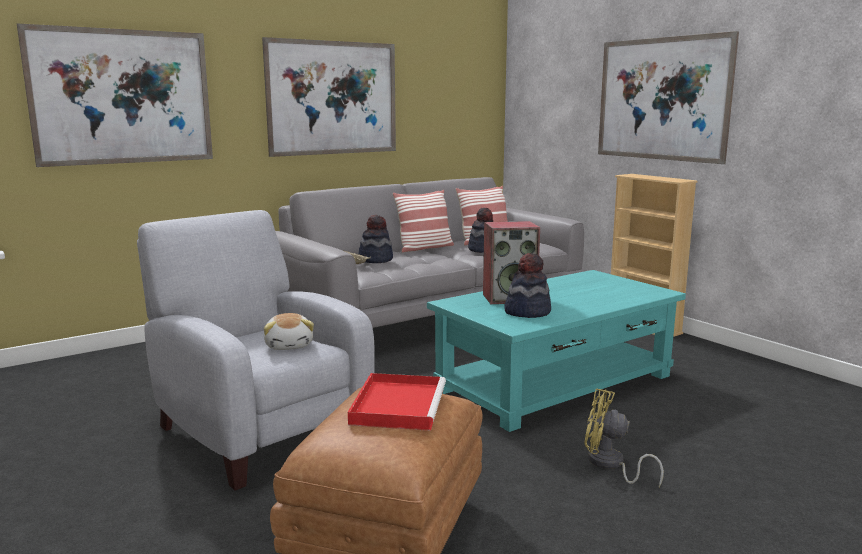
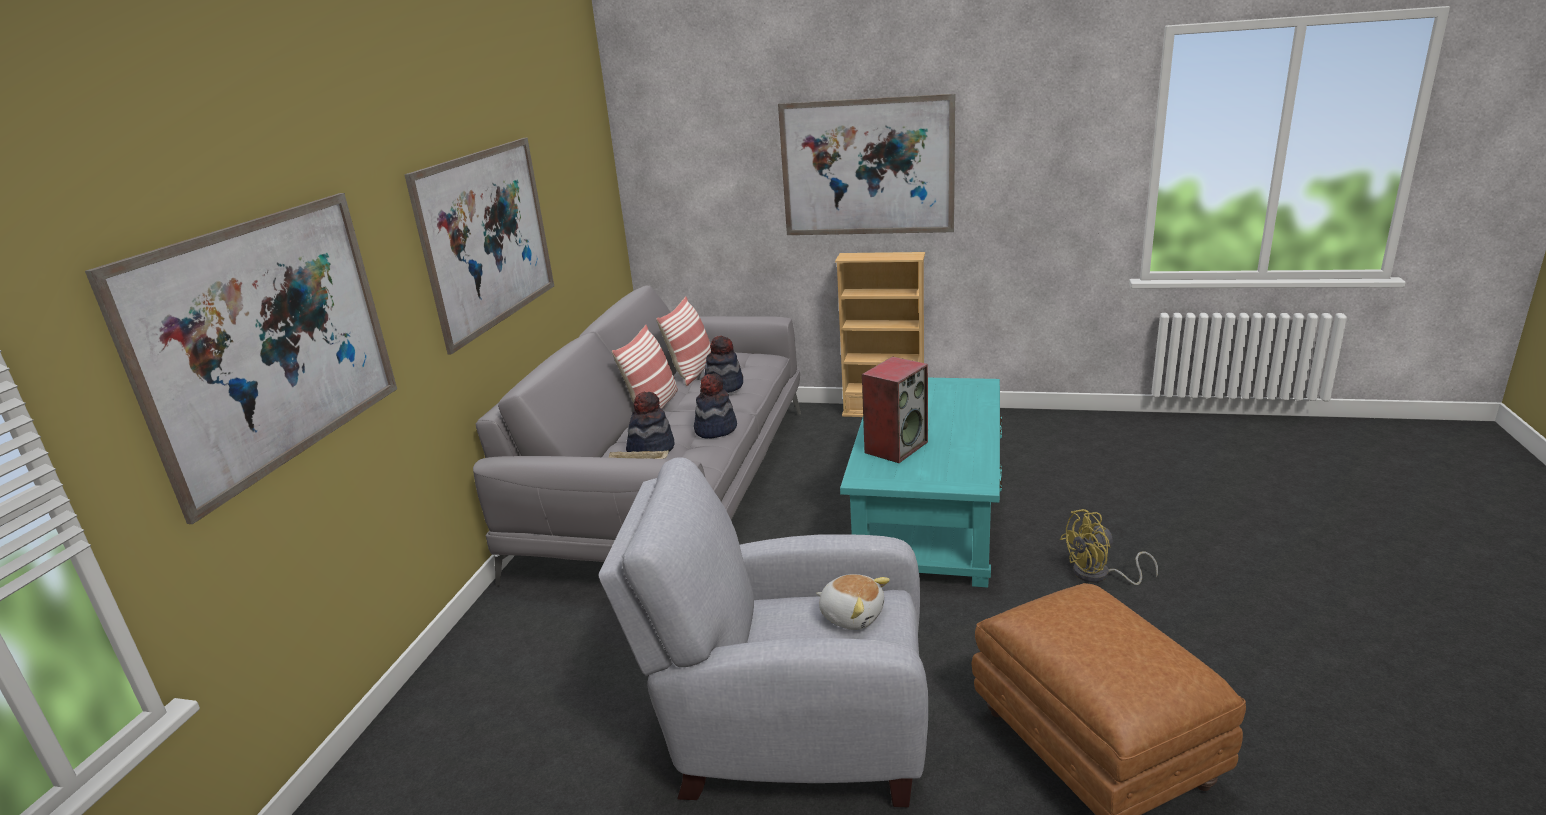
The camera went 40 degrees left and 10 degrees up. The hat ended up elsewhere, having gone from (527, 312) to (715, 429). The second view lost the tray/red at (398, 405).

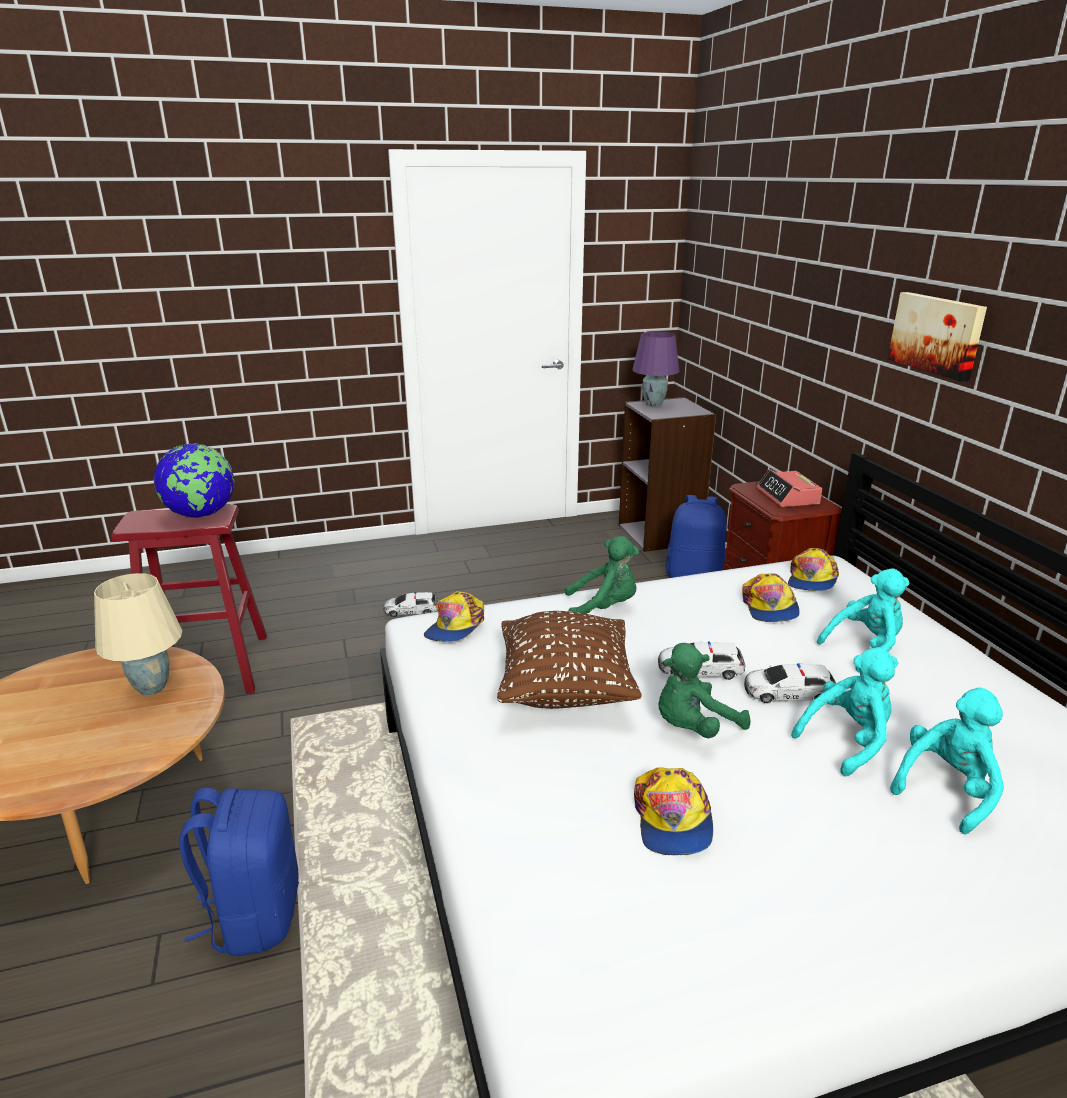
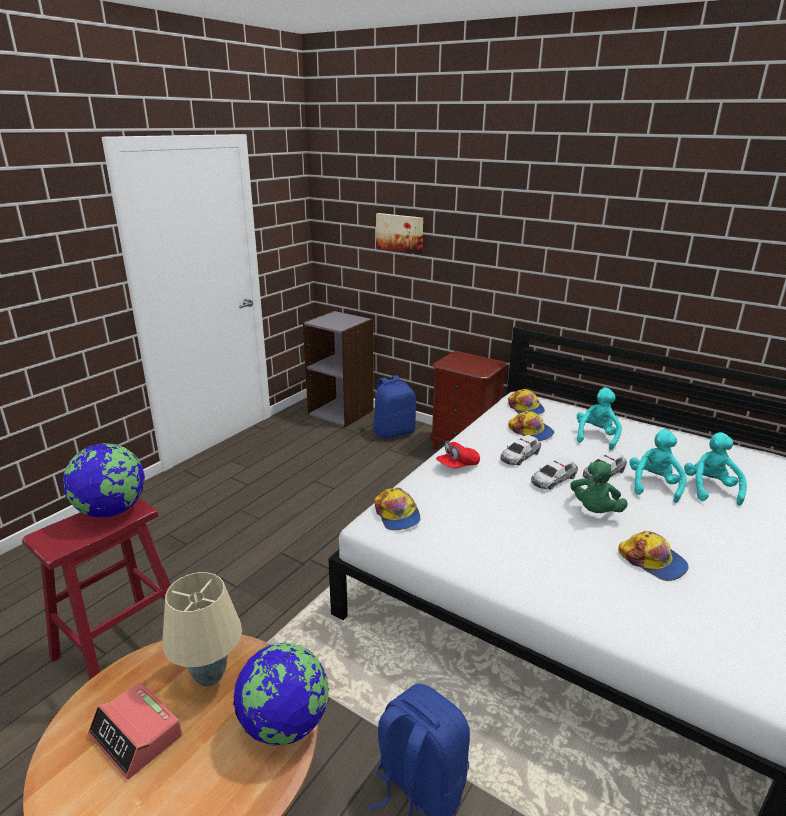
The camera went 40 degrees left and 0 degrees up. The picture ended up elsewhere, having gone from (937, 334) to (400, 233). The second view lost the table lamp/purple at (653, 404). The alarm clock ended up elsewhere, having gone from (788, 497) to (136, 736). Where the plush toy/green stood at (604, 608), the cap/red came to stand at (457, 465). The toy car ended up elsewhere, having gone from (411, 610) to (520, 456). The second view lost the pillow/brown at (565, 689). The second view gained the globe at (285, 724).

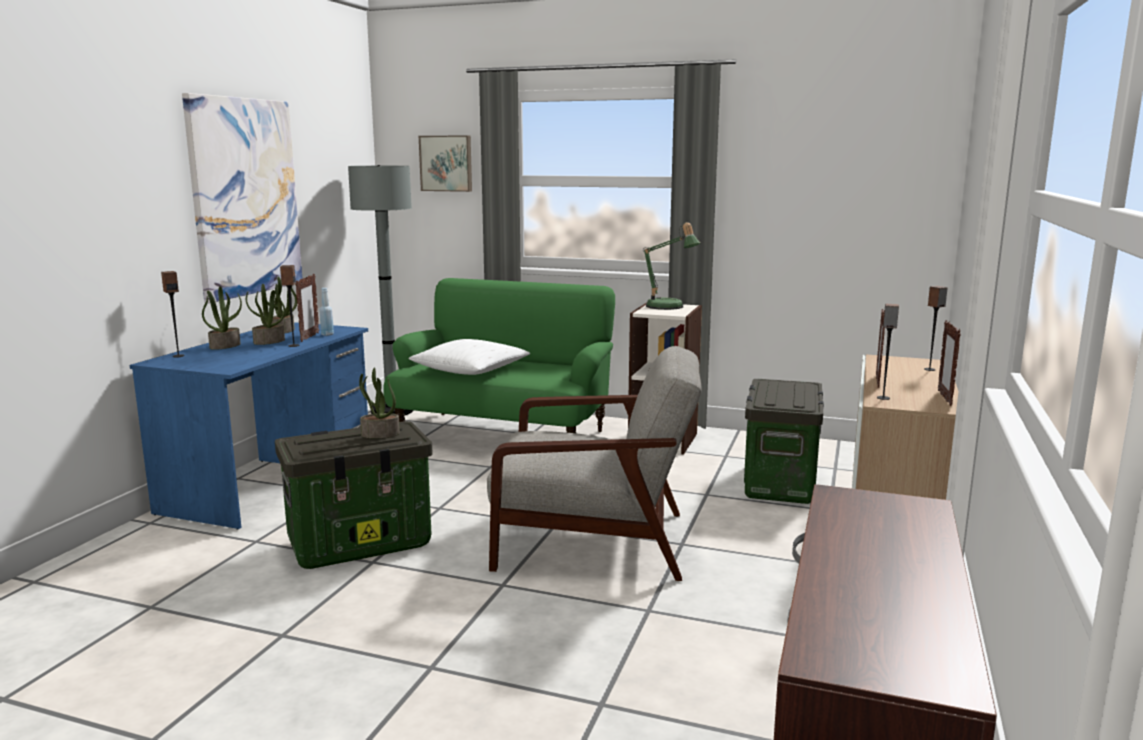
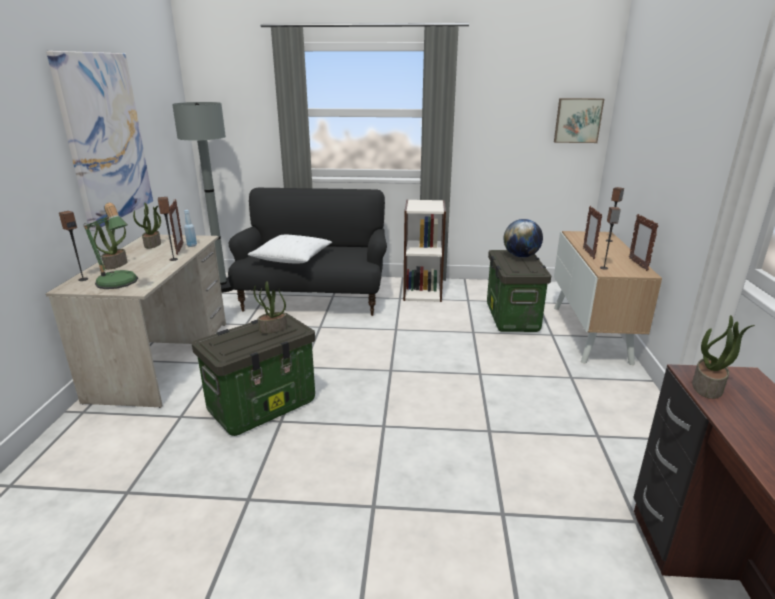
The camera went 15 degrees left and 10 degrees up. The picture ended up elsewhere, having gone from (446, 163) to (577, 120). The table lamp ended up elsewhere, having gone from (668, 307) to (119, 284). What was the sofa/green at (503, 434) turned into the sofa/black at (314, 298). The potted plant ended up elsewhere, having gone from (269, 342) to (708, 387). What was the desk/blue at (271, 481) turned into the desk/beige at (163, 359). The second view lost the armchair/grey at (595, 541). The second view gained the globe at (521, 256).

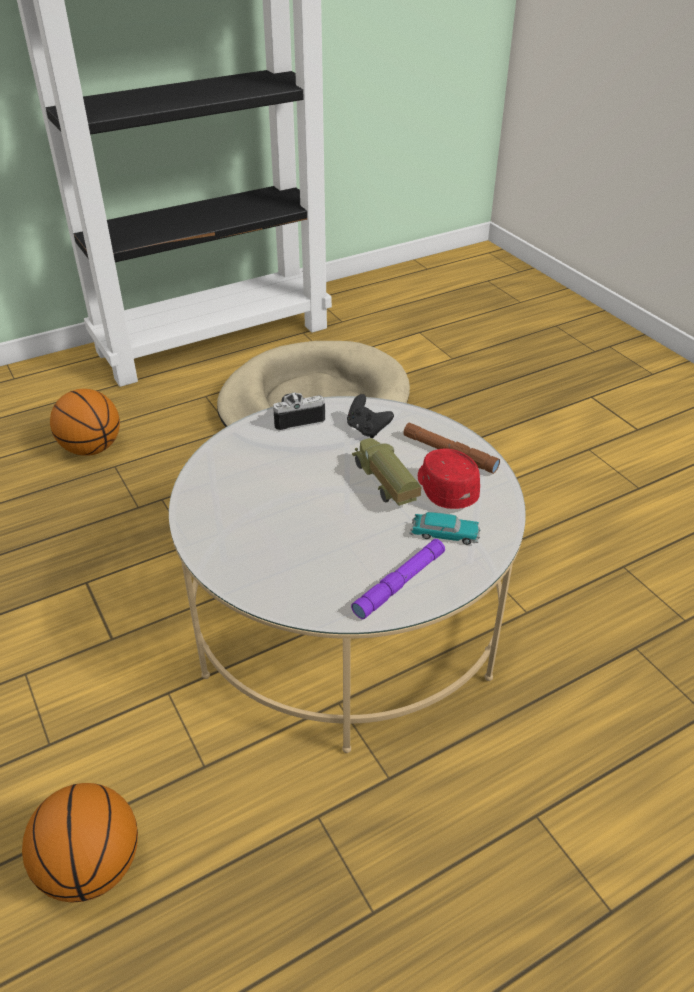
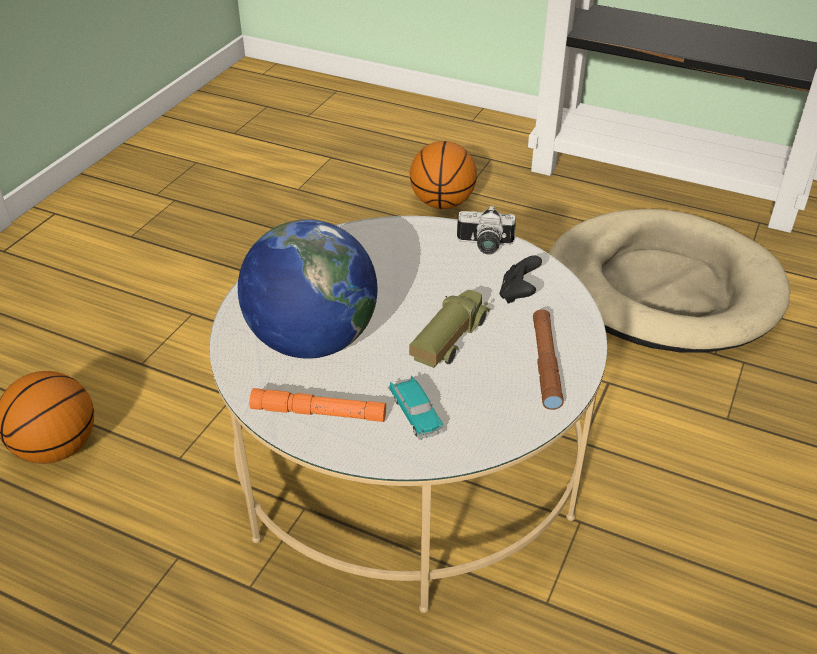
The camera went 55 degrees right and 0 degrees up. The photo camera at (297, 418) ended up facing another way, 150 degrees clockwise from before. The second view lost the cap/red at (445, 488). What was the flashlight/purple at (399, 583) turned into the flashlight/orange at (318, 412). The second view gained the globe at (312, 341).

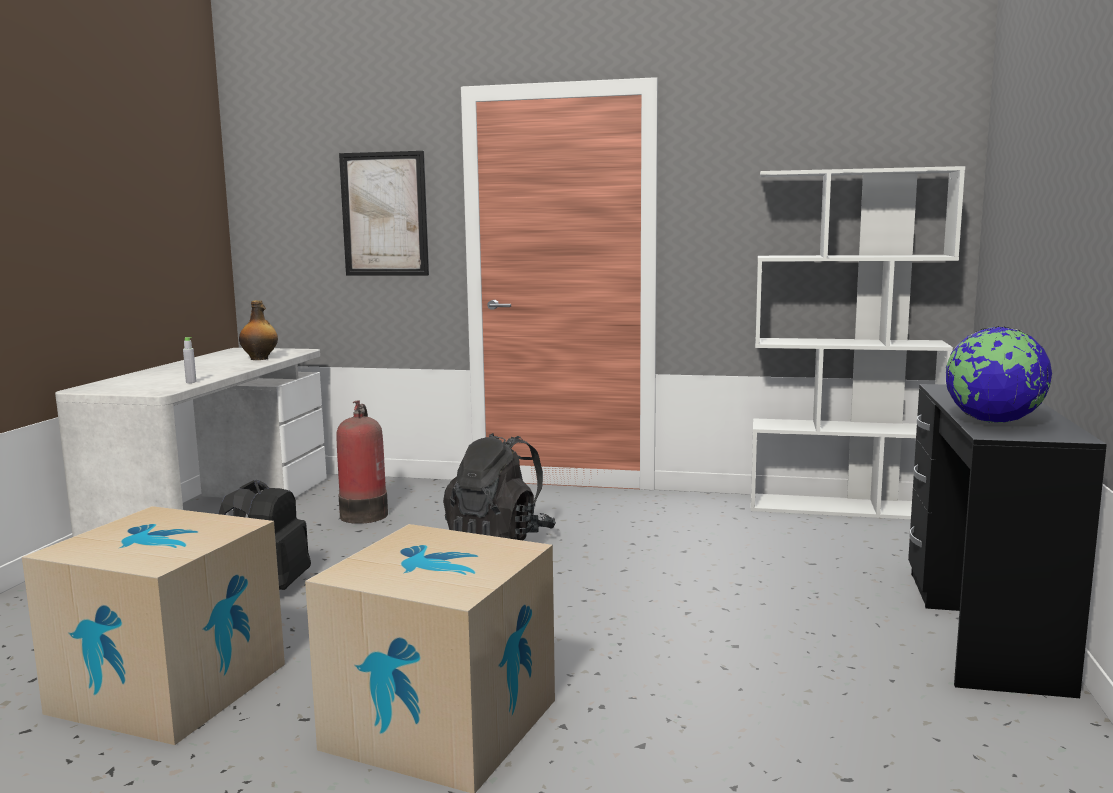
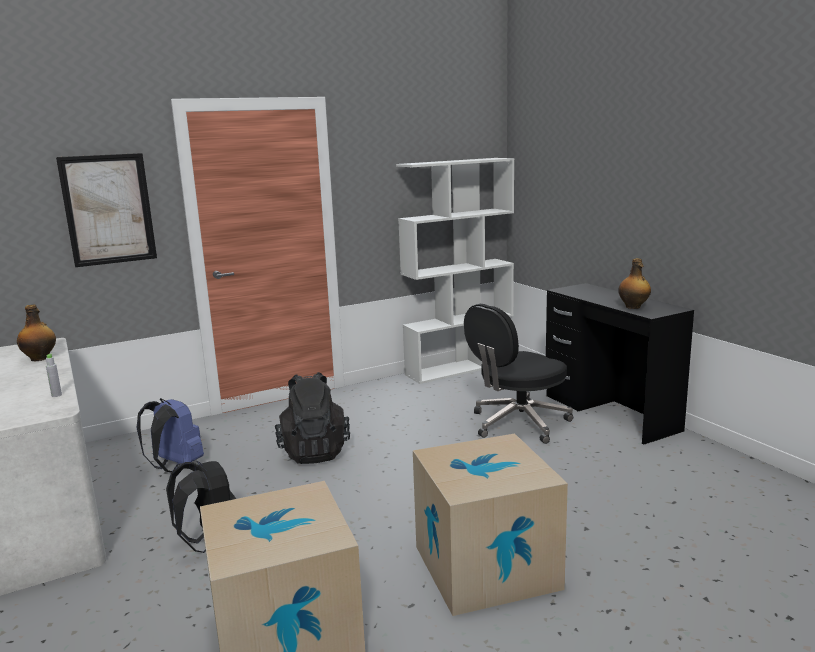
The camera went 40 degrees left and 5 degrees up. Where the globe stood at (993, 422), the bottle came to stand at (633, 307). Where the fire extinguisher stood at (364, 514), the backpack/blue came to stand at (175, 466). The second view gained the office chair/black at (518, 423).

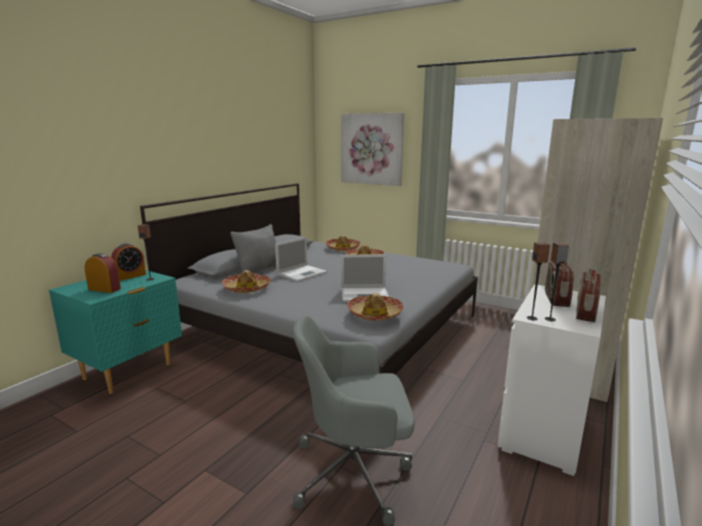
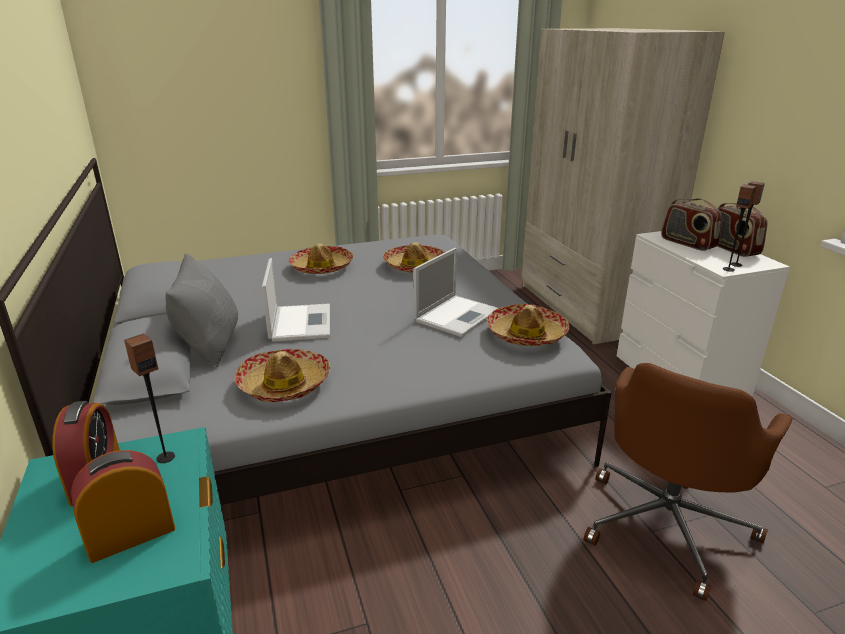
The camera went 50 degrees left and 10 degrees up. The second view lost the picture at (371, 149). The hat ended up elsewhere, having gone from (342, 248) to (414, 266). What was the office chair/grey at (354, 472) turned into the office chair/brown at (667, 524).

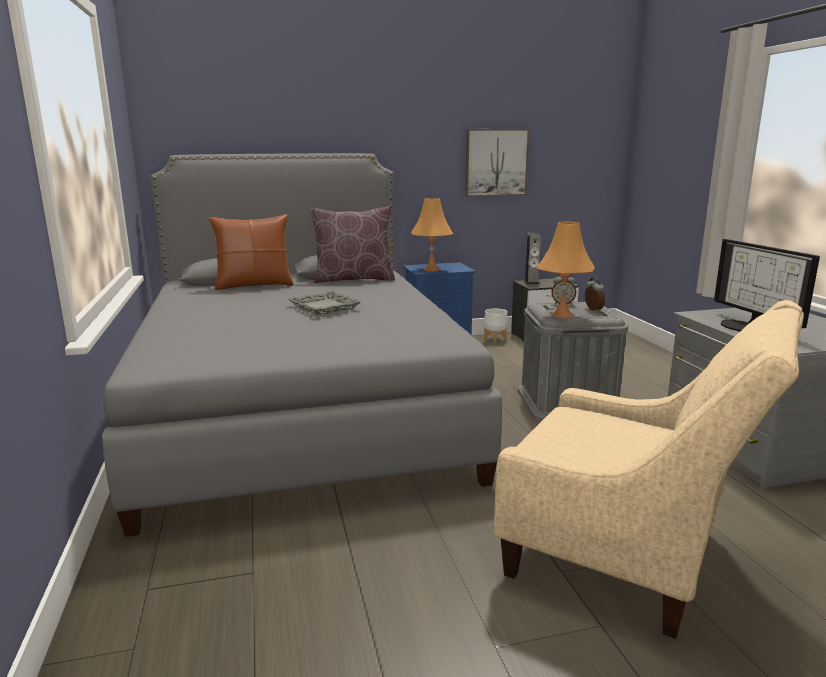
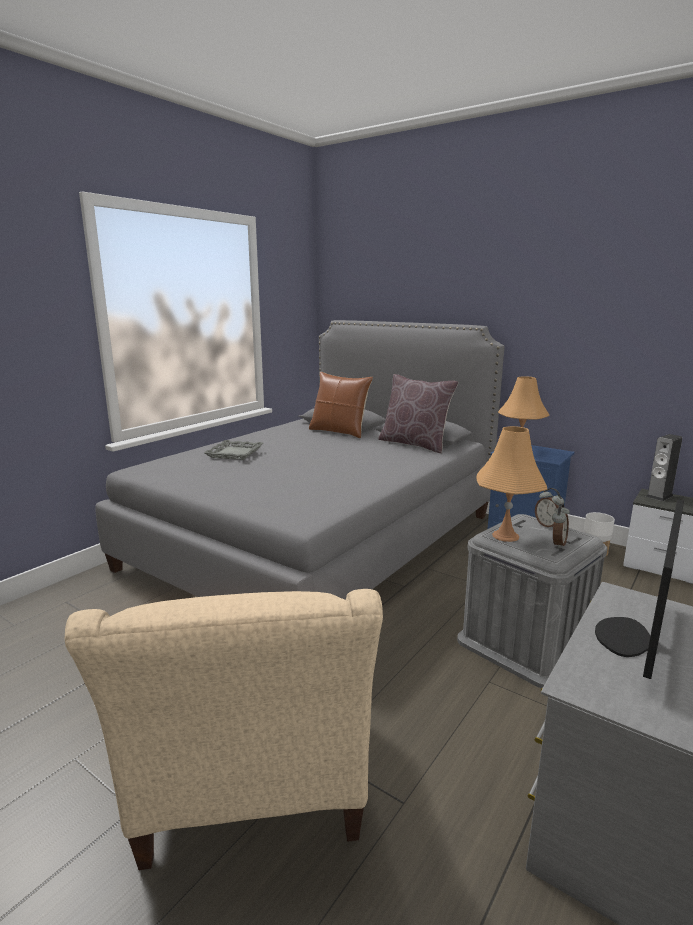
The camera went 50 degrees right and 0 degrees up. The second view lost the picture at (496, 162). The tray/grey ended up elsewhere, having gone from (323, 307) to (234, 453).

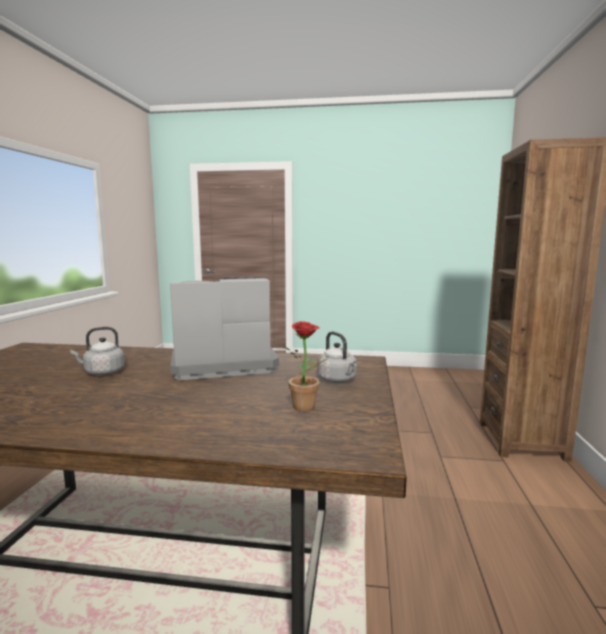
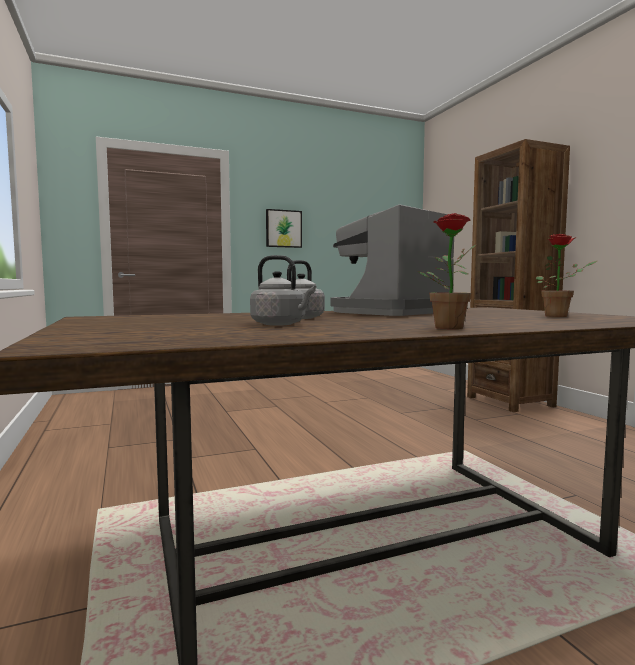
The camera went 30 degrees left and 5 degrees down. The kettle/grey ended up elsewhere, having gone from (338, 380) to (281, 324). The second view gained the picture at (283, 229). The second view gained the potted plant at (446, 327).

